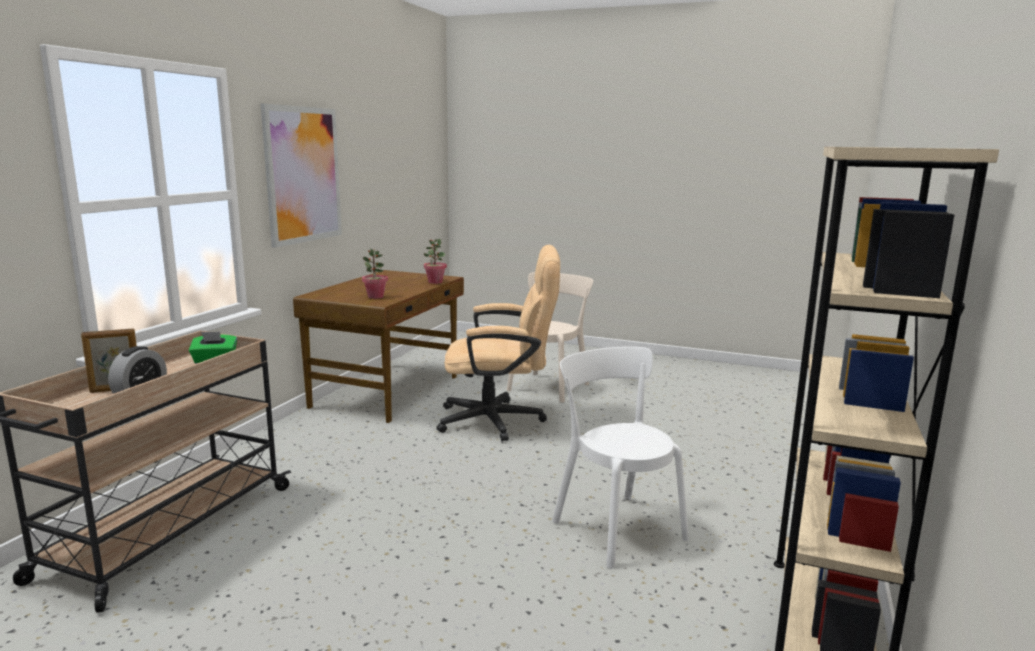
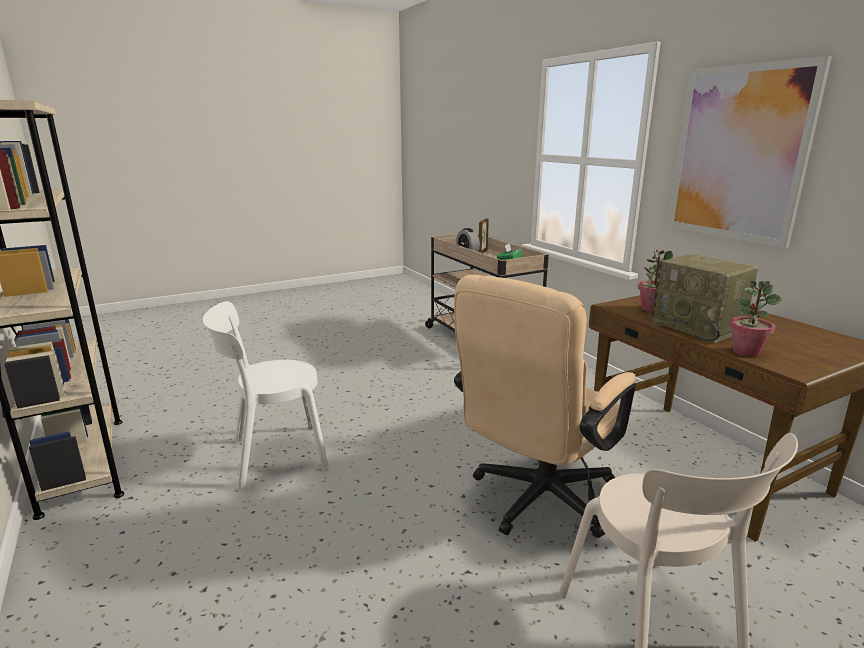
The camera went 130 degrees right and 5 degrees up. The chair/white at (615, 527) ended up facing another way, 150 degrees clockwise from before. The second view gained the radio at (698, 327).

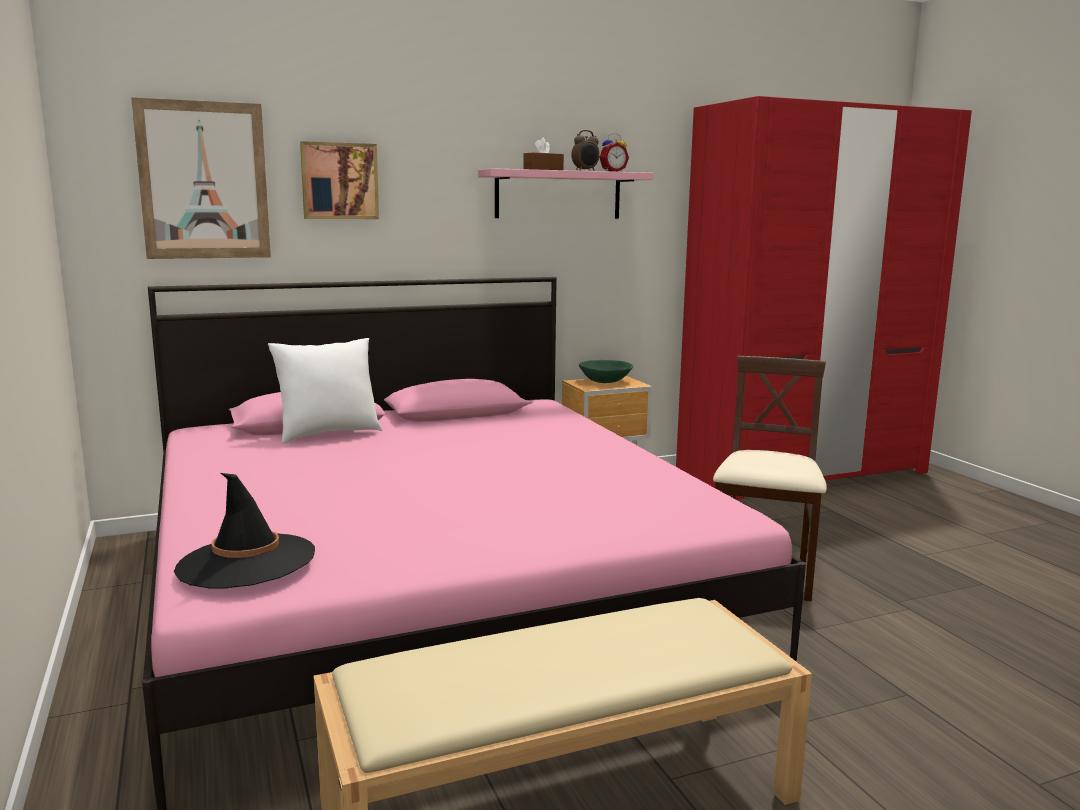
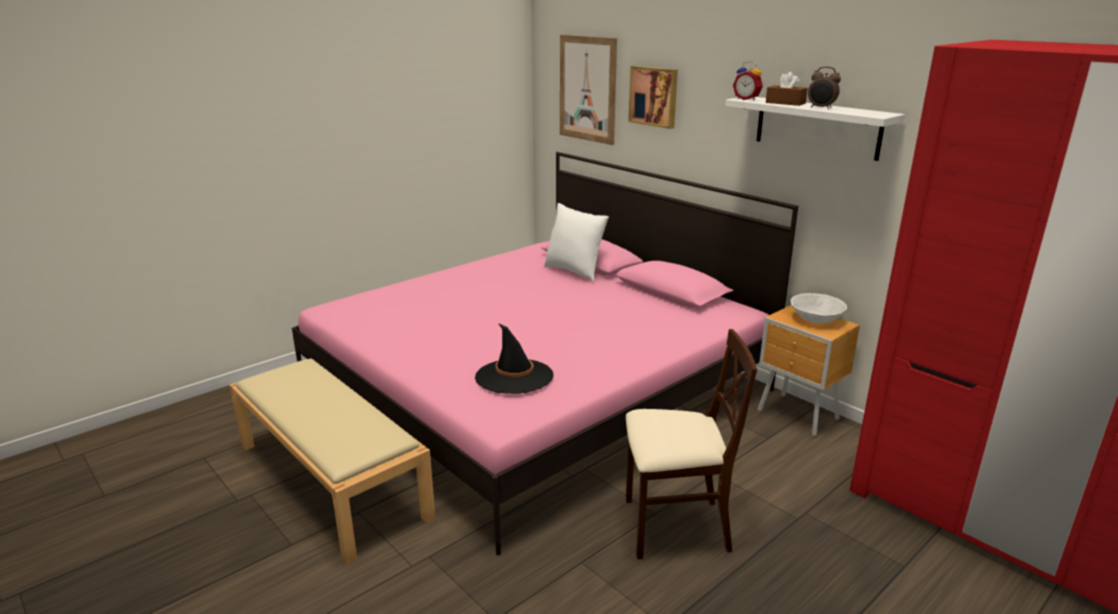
The camera went 70 degrees right and 10 degrees up. The alarm clock ended up elsewhere, having gone from (612, 172) to (747, 99). What was the shelf/pink at (558, 195) turned into the shelf/white at (817, 127). What was the bowl/green at (605, 381) turned into the bowl/white at (816, 319). The hat/black ended up elsewhere, having gone from (246, 562) to (514, 377).

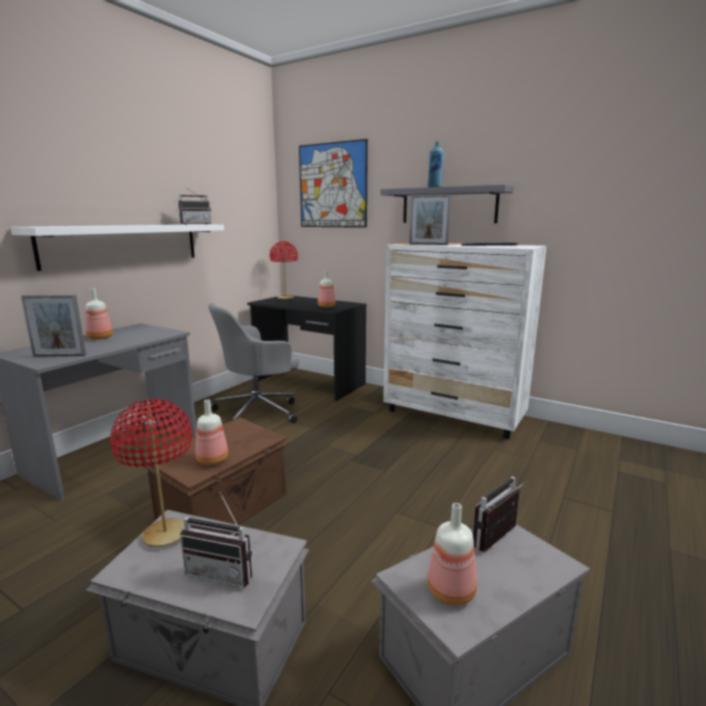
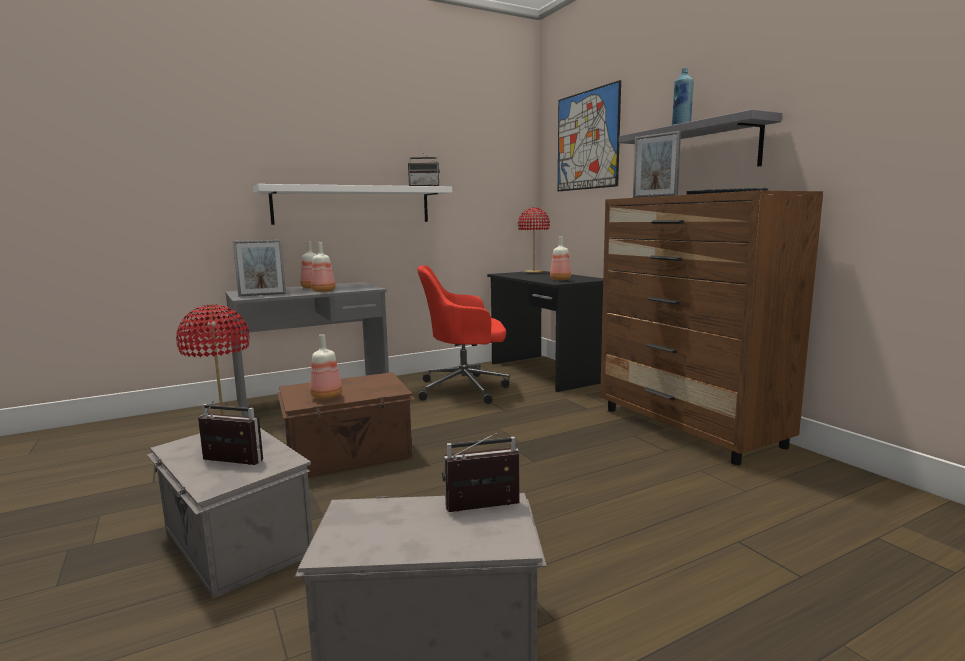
The camera went 30 degrees right and 5 degrees down. What was the dresser/white at (454, 415) turned into the dresser/brown at (689, 428). The picture frame at (59, 356) ended up facing another way, 45 degrees counterclockwise from before. What was the office chair/grey at (258, 411) turned into the office chair/red at (465, 388). The radio at (224, 571) ended up facing another way, 150 degrees clockwise from before. The bottle ended up elsewhere, having gone from (452, 590) to (324, 291).

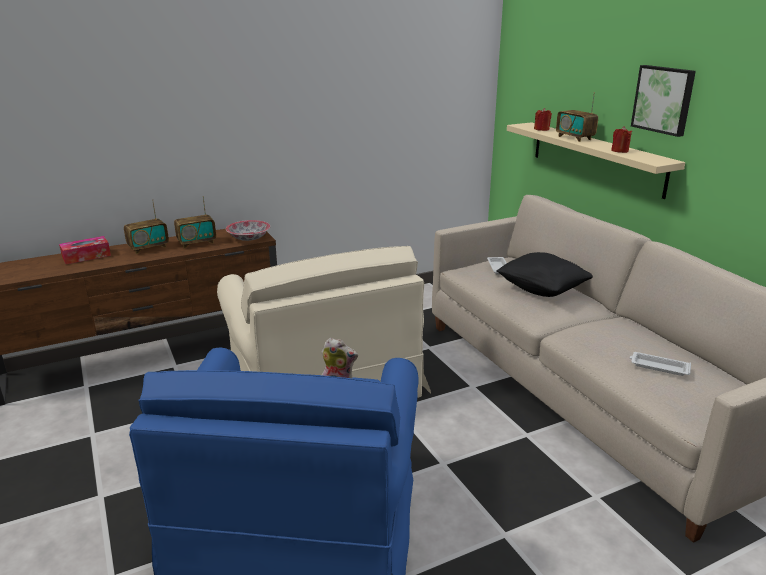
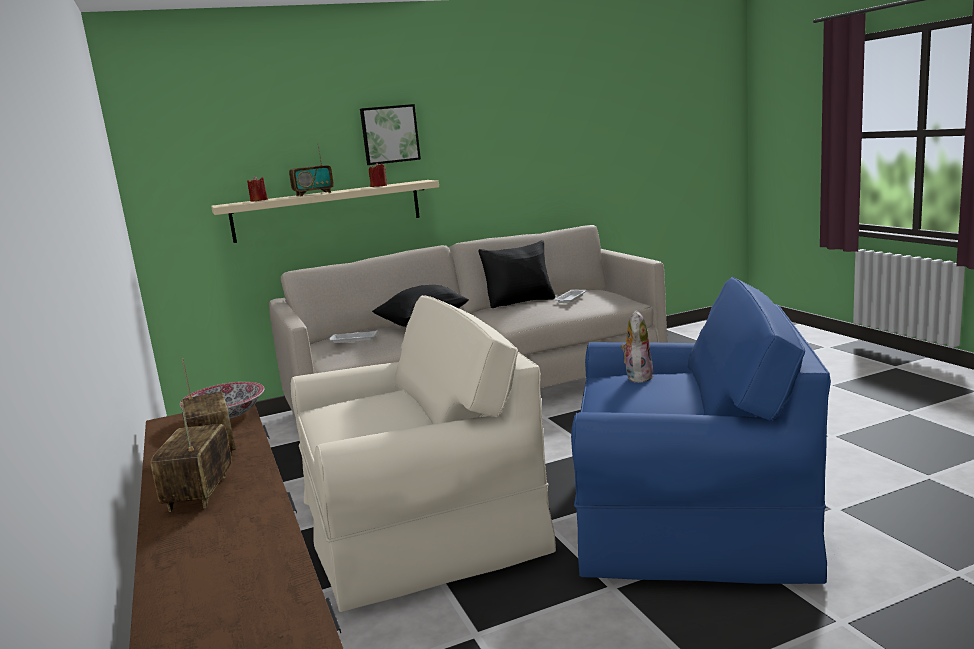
The camera went 85 degrees left and 10 degrees down. The radio at (148, 248) ended up facing another way, 150 degrees counterclockwise from before. The second view lost the tissue box at (86, 256). The second view gained the pillow/black at (520, 302).

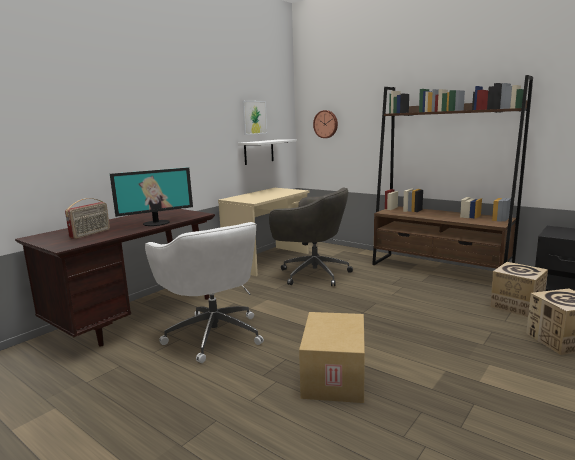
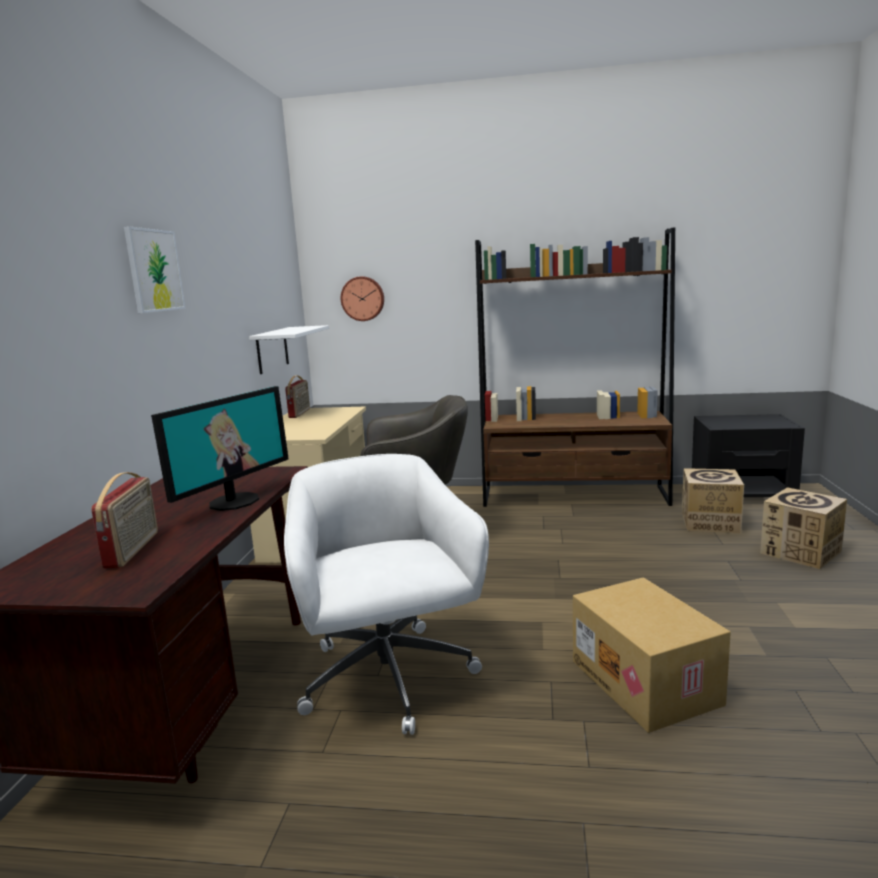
The camera went 30 degrees left and 0 degrees up. The picture ended up elsewhere, having gone from (254, 117) to (154, 270). The office chair/white at (213, 334) ended up facing another way, 135 degrees counterclockwise from before. The second view gained the radio at (300, 413).

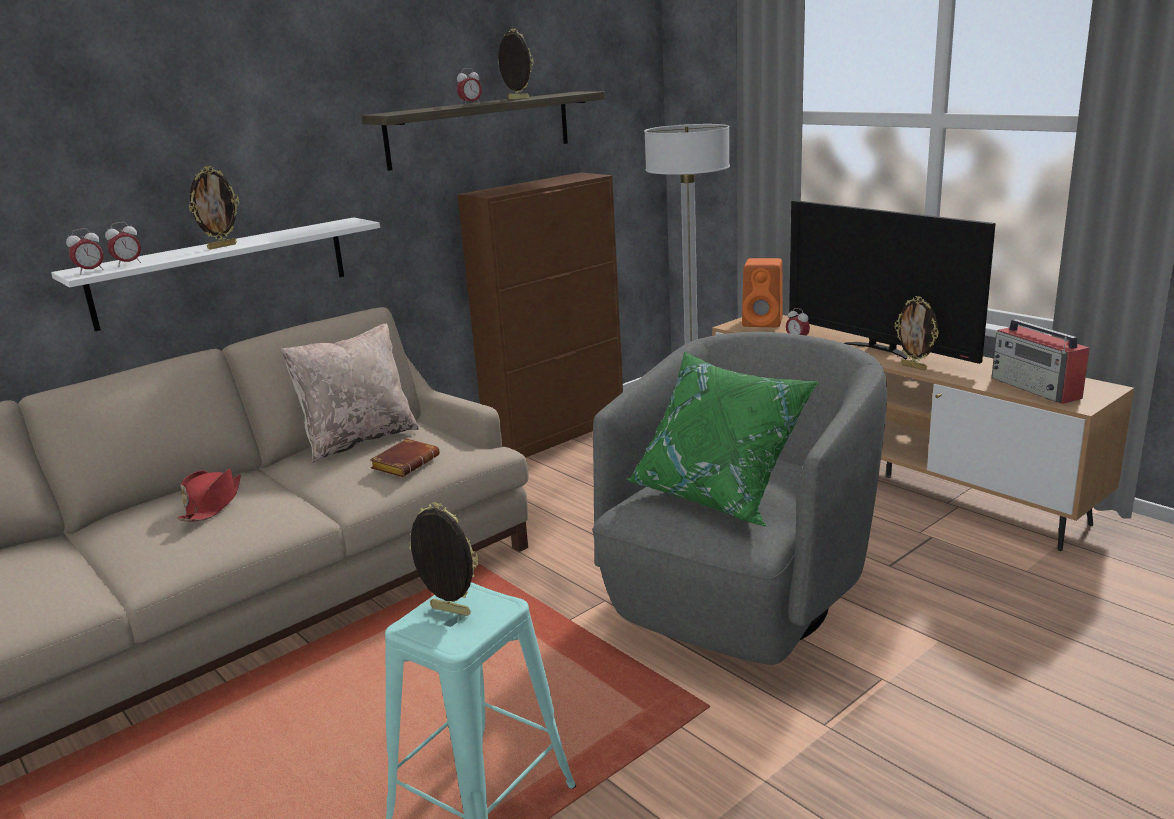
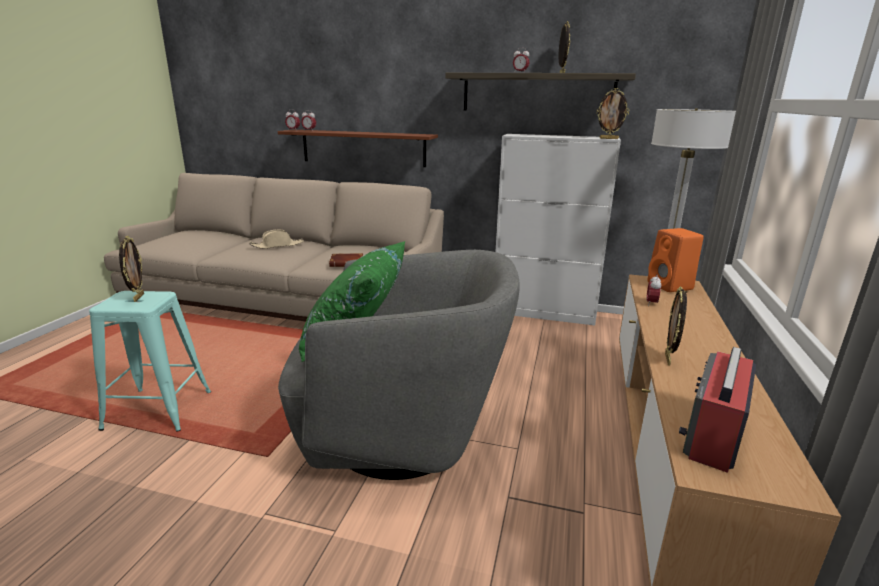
The camera went 55 degrees right and 0 degrees up. The picture frame ended up elsewhere, having gone from (222, 246) to (609, 138). What was the cabinet/brown at (557, 433) turned into the cabinet/white at (544, 313). The second view lost the television at (879, 349). What was the shelf/white at (222, 272) turned into the shelf/brown at (363, 148). The second view lost the pillow/beige at (359, 440). What was the hat/red at (212, 504) turned into the hat/beige at (277, 245).

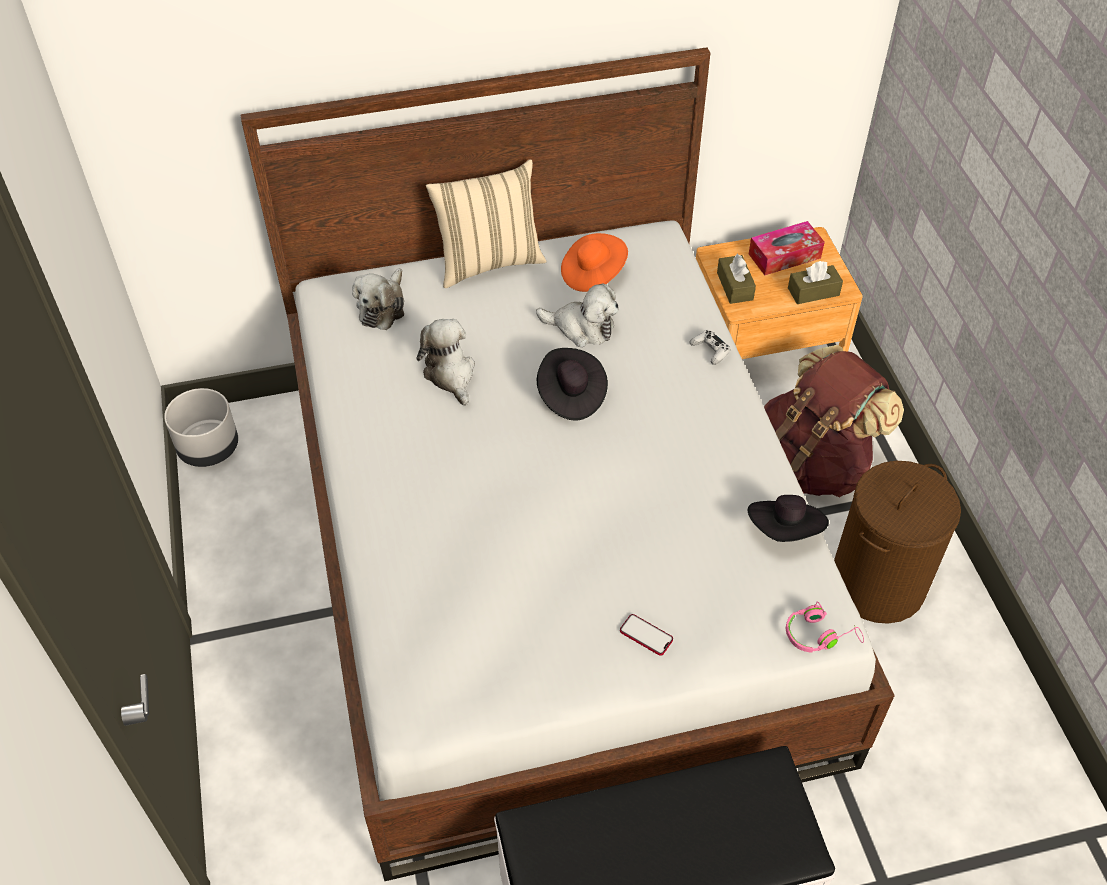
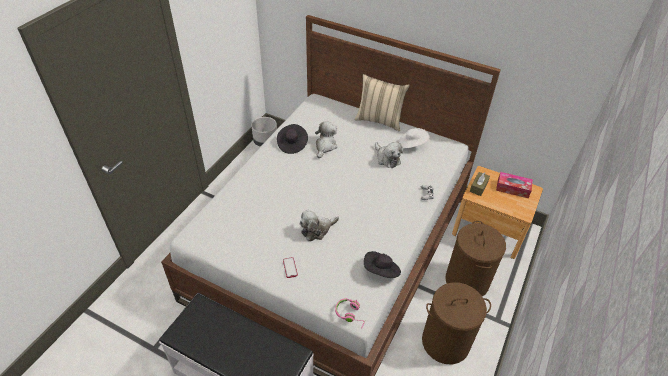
The camera went 40 degrees right and 5 degrees down. What was the hat/orange at (593, 274) turned into the hat/white at (412, 144). The second view lost the tissue box/brown at (813, 292). The plush toy ended up elsewhere, having gone from (383, 307) to (317, 230). Where the backpack/brown stood at (814, 463), the laundry basket/brown came to stand at (467, 281). The hat/black ended up elsewhere, having gone from (570, 395) to (292, 144).

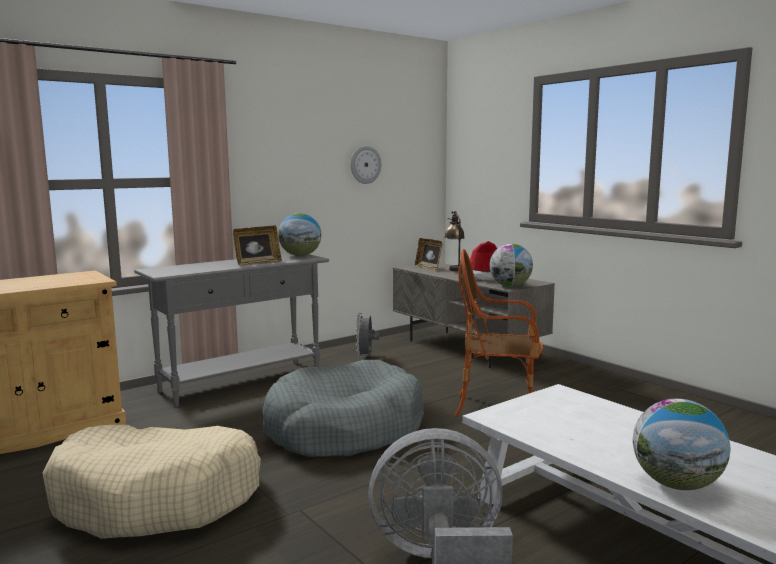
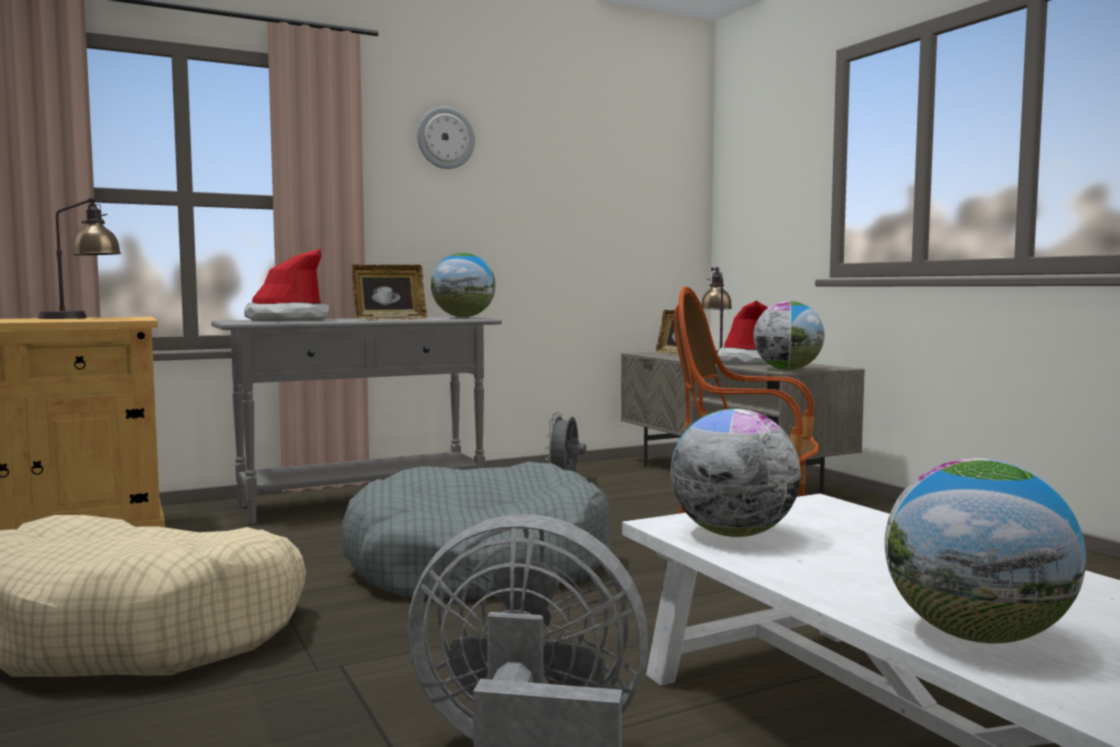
The camera went 10 degrees right and 5 degrees down. The wall clock ended up elsewhere, having gone from (365, 164) to (445, 138). The second view gained the table lamp at (82, 317). The second view gained the hat at (287, 320). The second view gained the globe at (733, 534).

